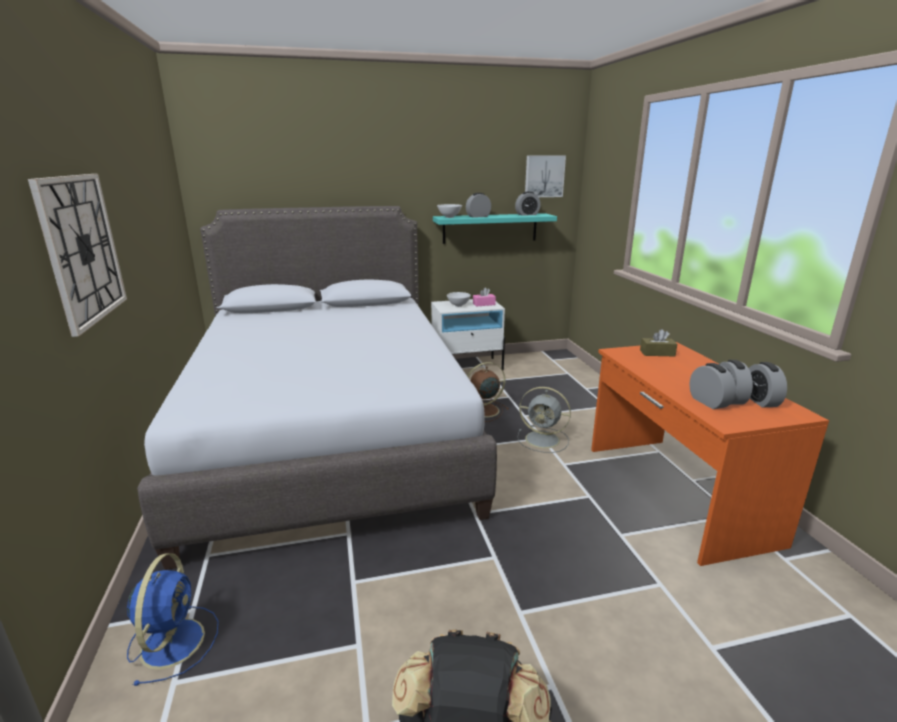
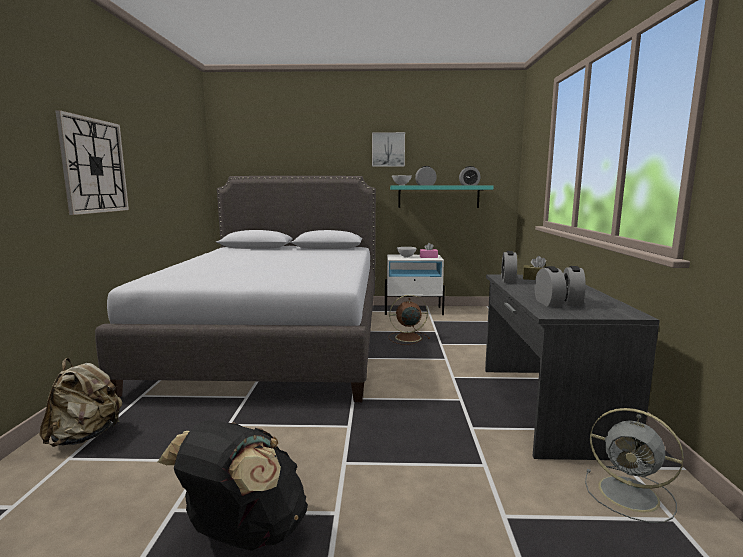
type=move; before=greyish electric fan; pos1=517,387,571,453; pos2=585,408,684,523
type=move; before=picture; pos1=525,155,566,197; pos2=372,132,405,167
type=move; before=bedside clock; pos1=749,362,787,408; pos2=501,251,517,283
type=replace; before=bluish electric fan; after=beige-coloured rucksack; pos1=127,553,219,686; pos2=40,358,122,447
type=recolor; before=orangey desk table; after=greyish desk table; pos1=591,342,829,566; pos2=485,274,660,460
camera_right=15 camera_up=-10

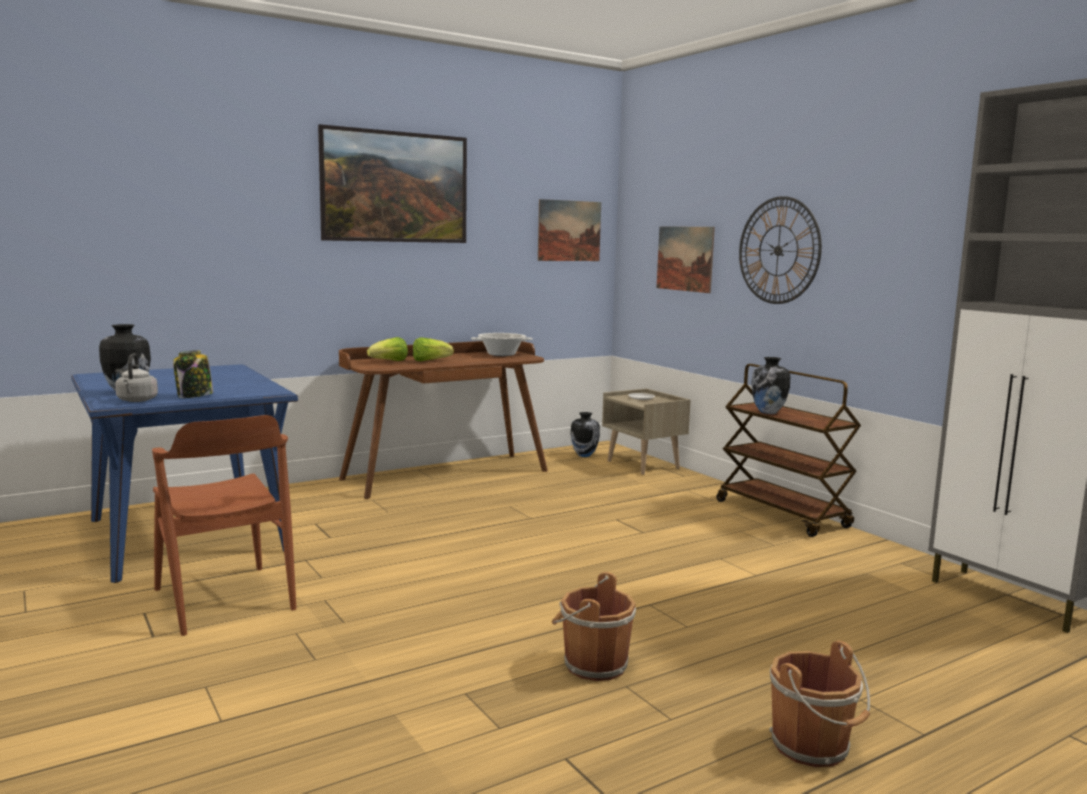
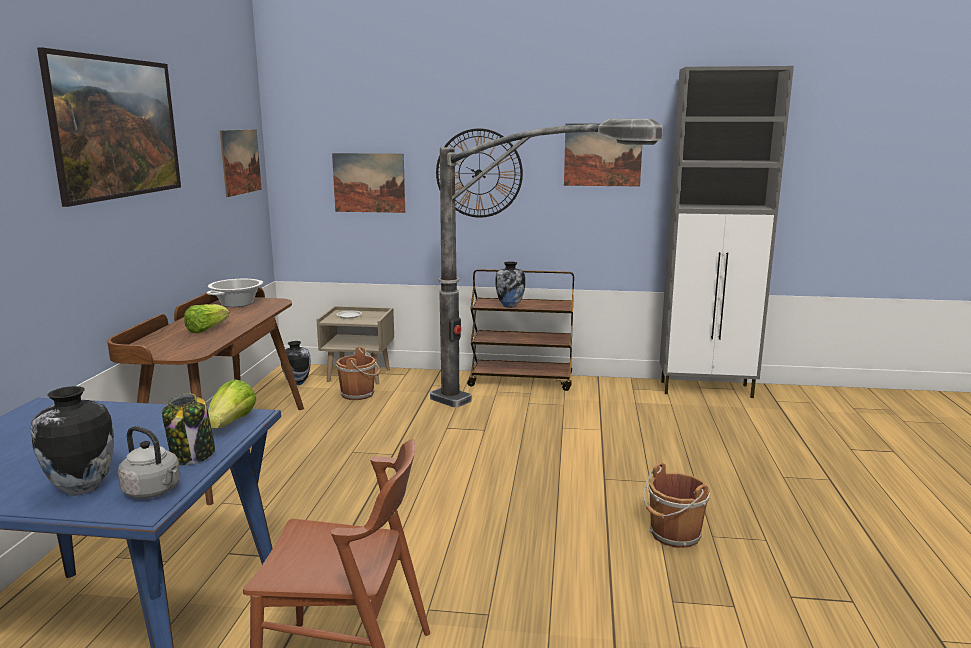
type=insert; after=standard lamp; pos2=430,119,663,407
type=insert; after=picture; pos2=564,123,642,187
type=move; before=head of lettuce; pos1=367,337,408,361; pos2=208,379,256,429
type=move; before=brownish pail; pos1=769,641,870,767; pos2=336,347,380,400
camera_right=-50 camera_up=5

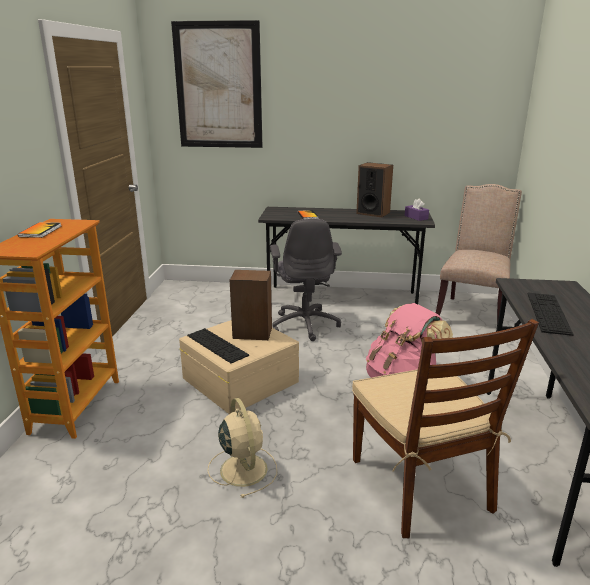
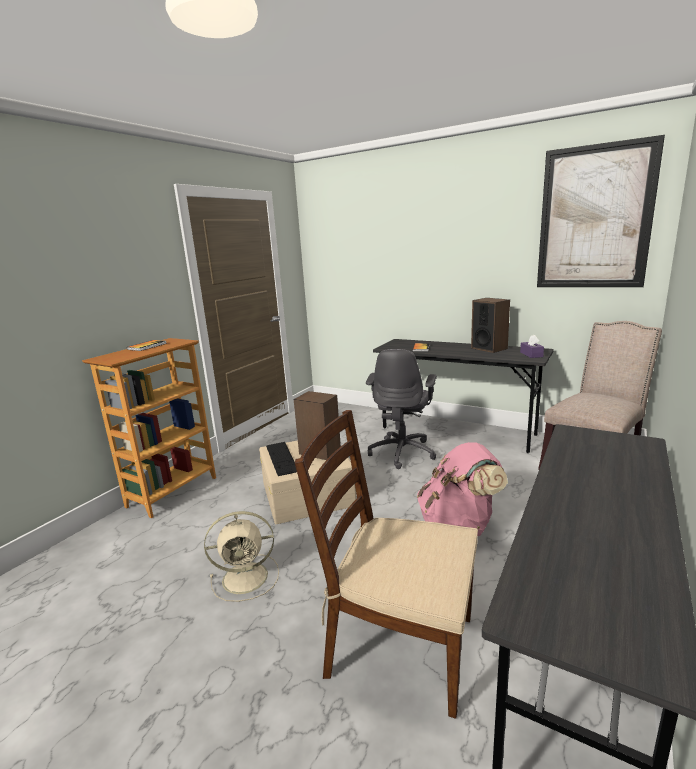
type=delete; before=computer keyboard; pos1=528,293,574,336
type=move; before=picture; pos1=171,20,263,148; pos2=537,135,665,287
type=rotate; before=beige-coloured electric fan; pos1=208,398,277,498; pos2=204,511,279,602; turn=75
type=rotate; before=brownish chair; pos1=352,319,539,538; pos2=295,410,478,719; turn=105
camera_right=25 camera_up=-5

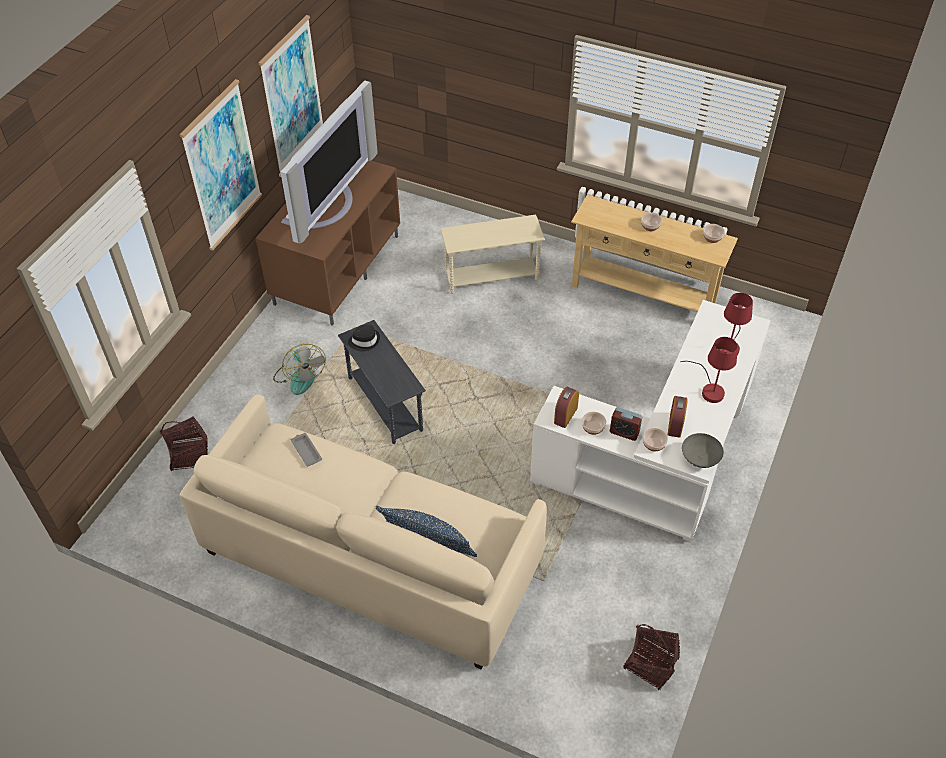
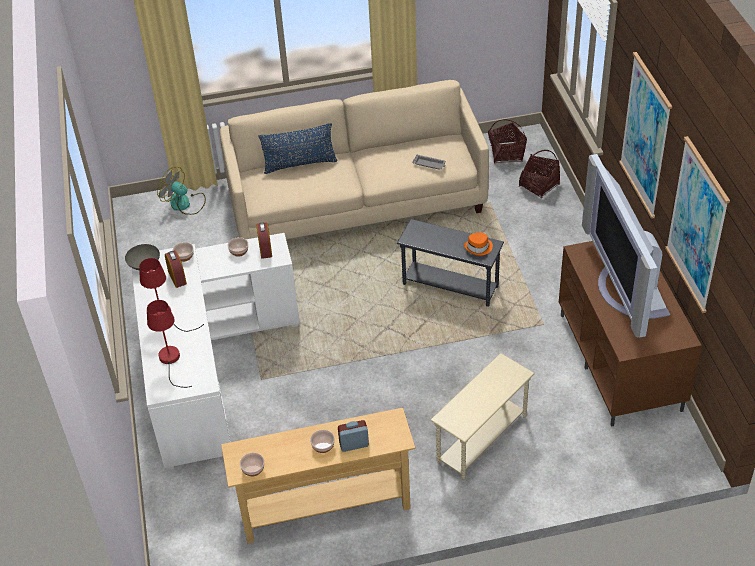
type=move; before=electric fan; pos1=273,344,326,395; pos2=157,167,206,215
type=move; before=bedside clock; pos1=610,407,642,441; pos2=338,420,369,452
type=move; before=household basket; pos1=623,624,680,690; pos2=488,120,527,164
type=recolor; before=blackish wearable hat; after=orangey wearable hat; pos1=348,324,380,351; pos2=464,233,493,256
camera_right=145 camera_up=-5

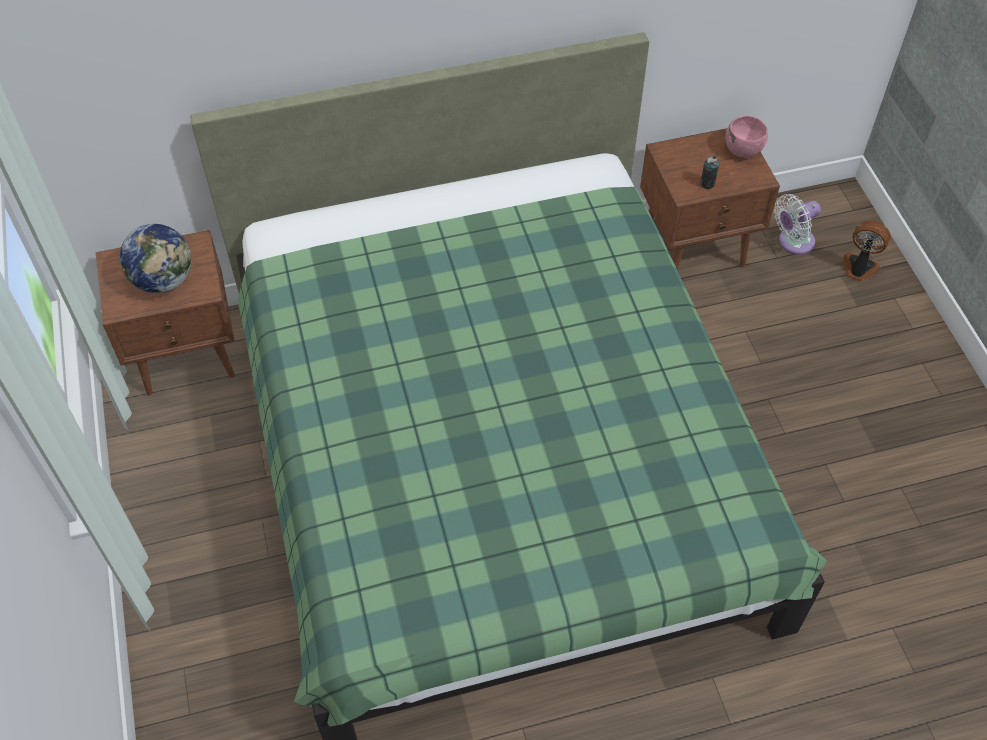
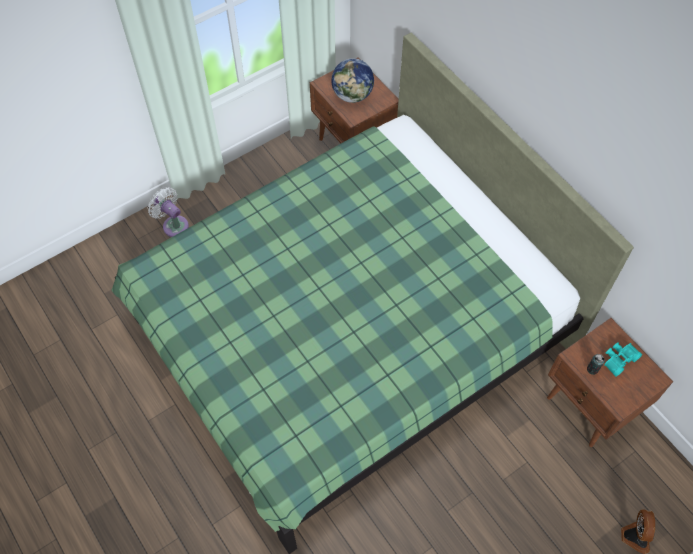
type=delete; before=pink-coloured bowl; pos1=725,116,768,158
type=insert; after=turquoise pair of binoculars; pos2=604,342,642,377
type=move; before=white electric fan; pos1=774,194,821,255; pos2=148,187,189,237
camera_right=70 camera_up=5

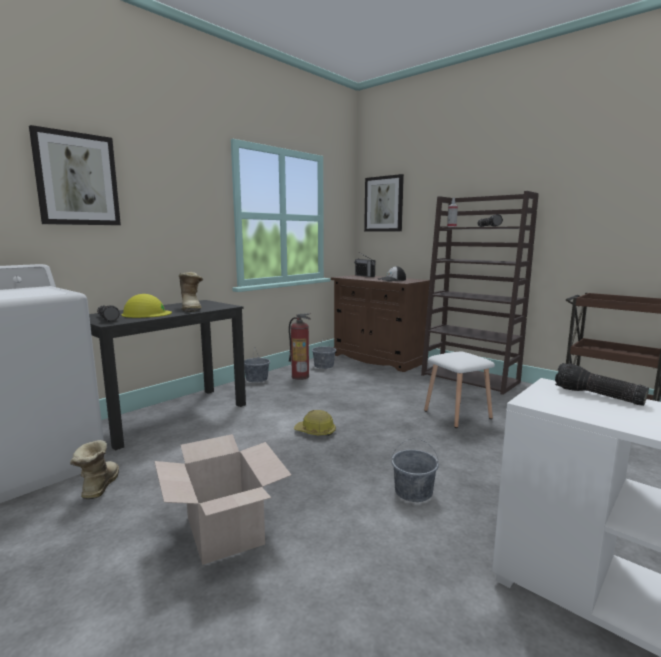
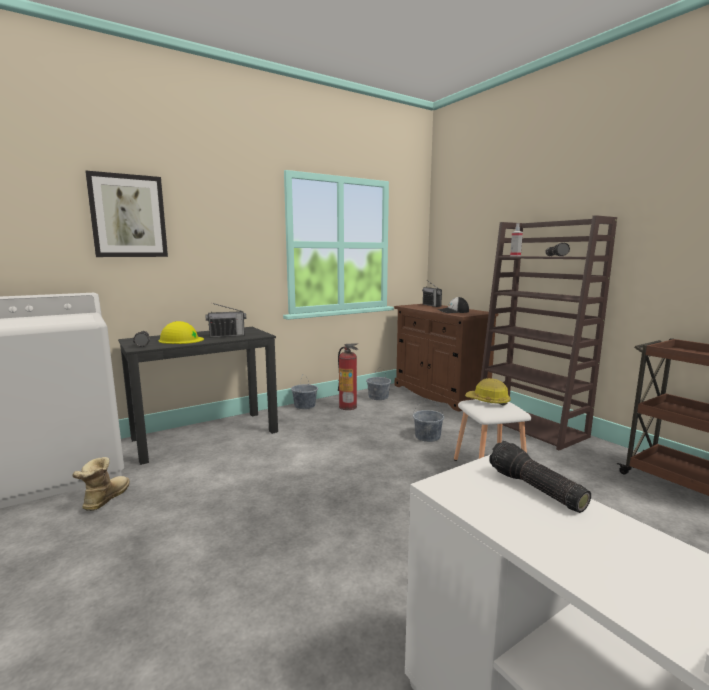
type=delete; before=carton; pos1=154,434,291,565
type=delete; before=picture; pos1=364,174,404,232
type=move; before=safety helmet; pos1=294,410,336,436; pos2=465,378,511,405
type=move; before=greyish pail; pos1=392,438,439,502; pos2=413,400,444,442
type=replace; before=boot; after=radio receiver; pos1=179,272,203,312; pos2=205,303,246,338
camera_right=15 camera_up=0

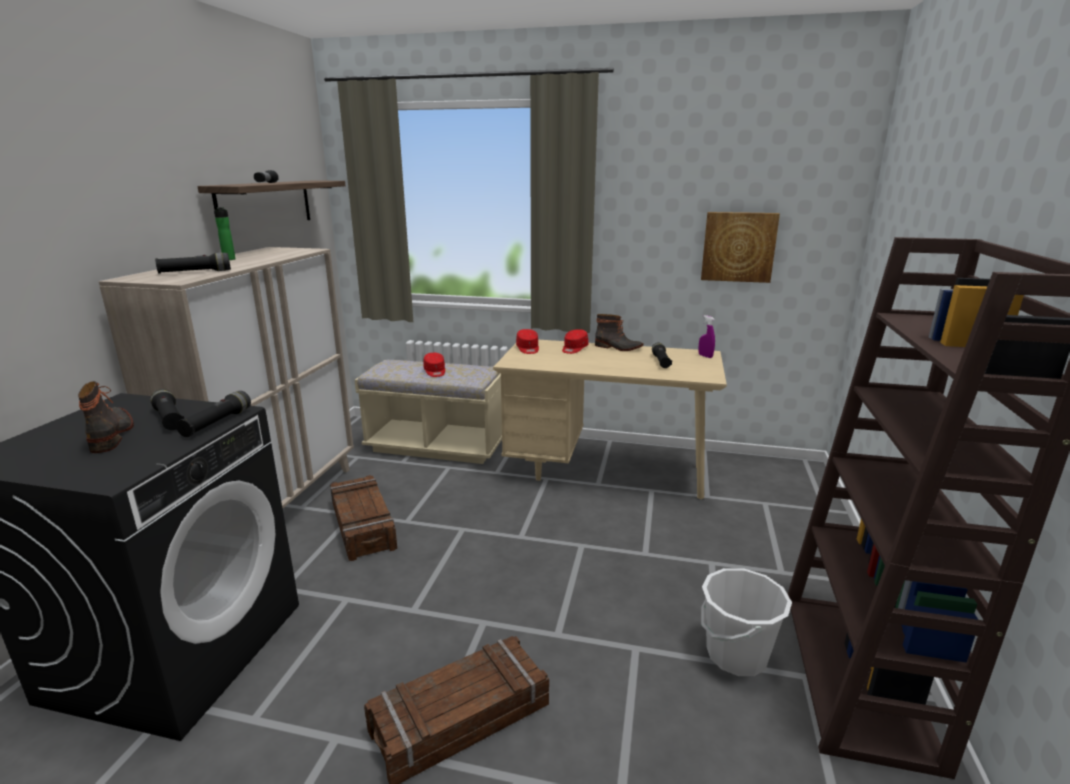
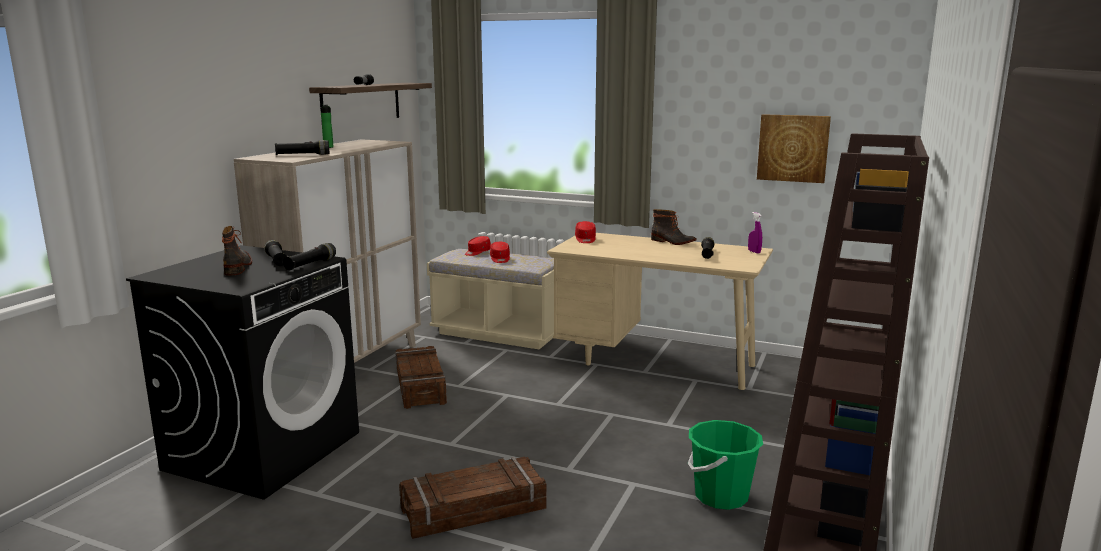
type=move; before=red-coloured baseball cap; pos1=562,329,588,354; pos2=465,236,491,256
type=recolor; before=white pail; after=green-coloured pail; pos1=701,568,792,676; pos2=688,420,763,510
camera_right=10 camera_up=-5

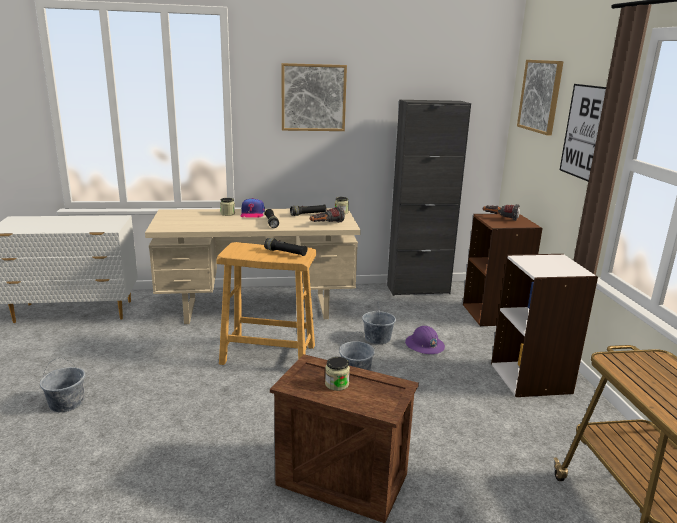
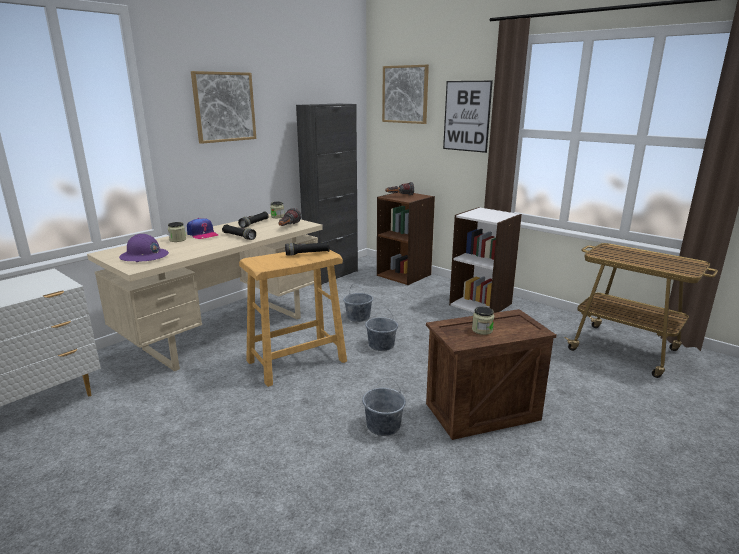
type=move; before=greyish pail; pos1=40,357,85,412; pos2=362,378,406,436
type=move; before=purple safety helmet; pos1=405,326,445,354; pos2=119,234,169,262
camera_right=-40 camera_up=0

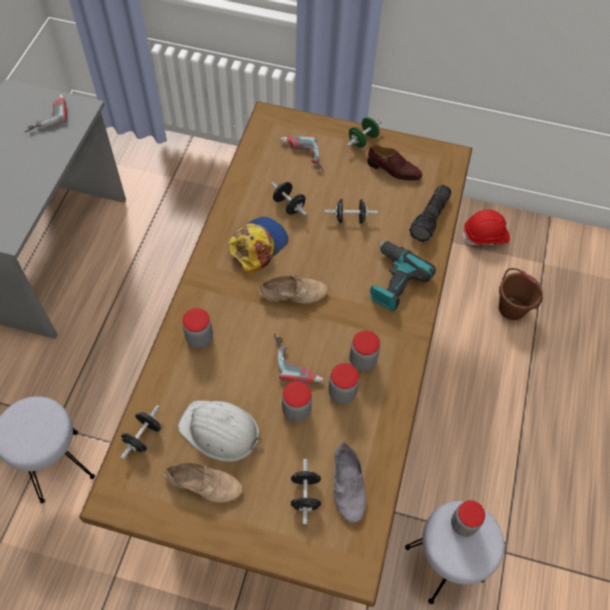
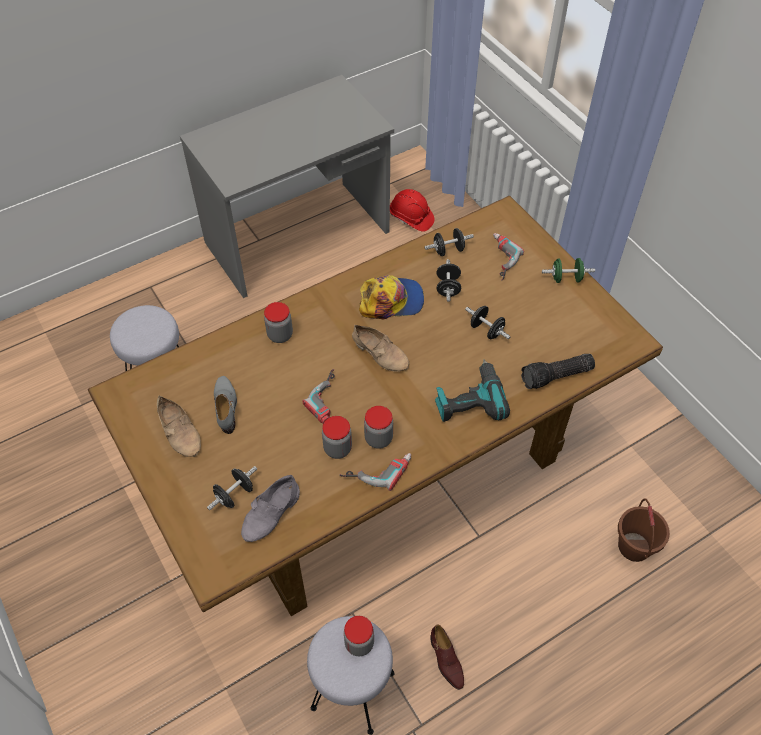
type=delete; before=jar; pos1=282,381,312,422
type=move; before=electric drill; pos1=24,94,67,132; pos2=339,453,411,491
type=move; before=blackish hand weight; pos1=121,405,161,460; pos2=424,228,474,256
type=move; before=brownish shoe; pos1=367,145,422,181; pos2=430,625,464,690
type=move; before=red-coloured safety helmet; pos1=462,209,510,245; pos2=390,189,435,232
type=replace; before=white safety helmet; after=greyish shoe; pos1=178,400,263,462; pos2=214,376,237,434
camera_right=45 camera_up=-5

